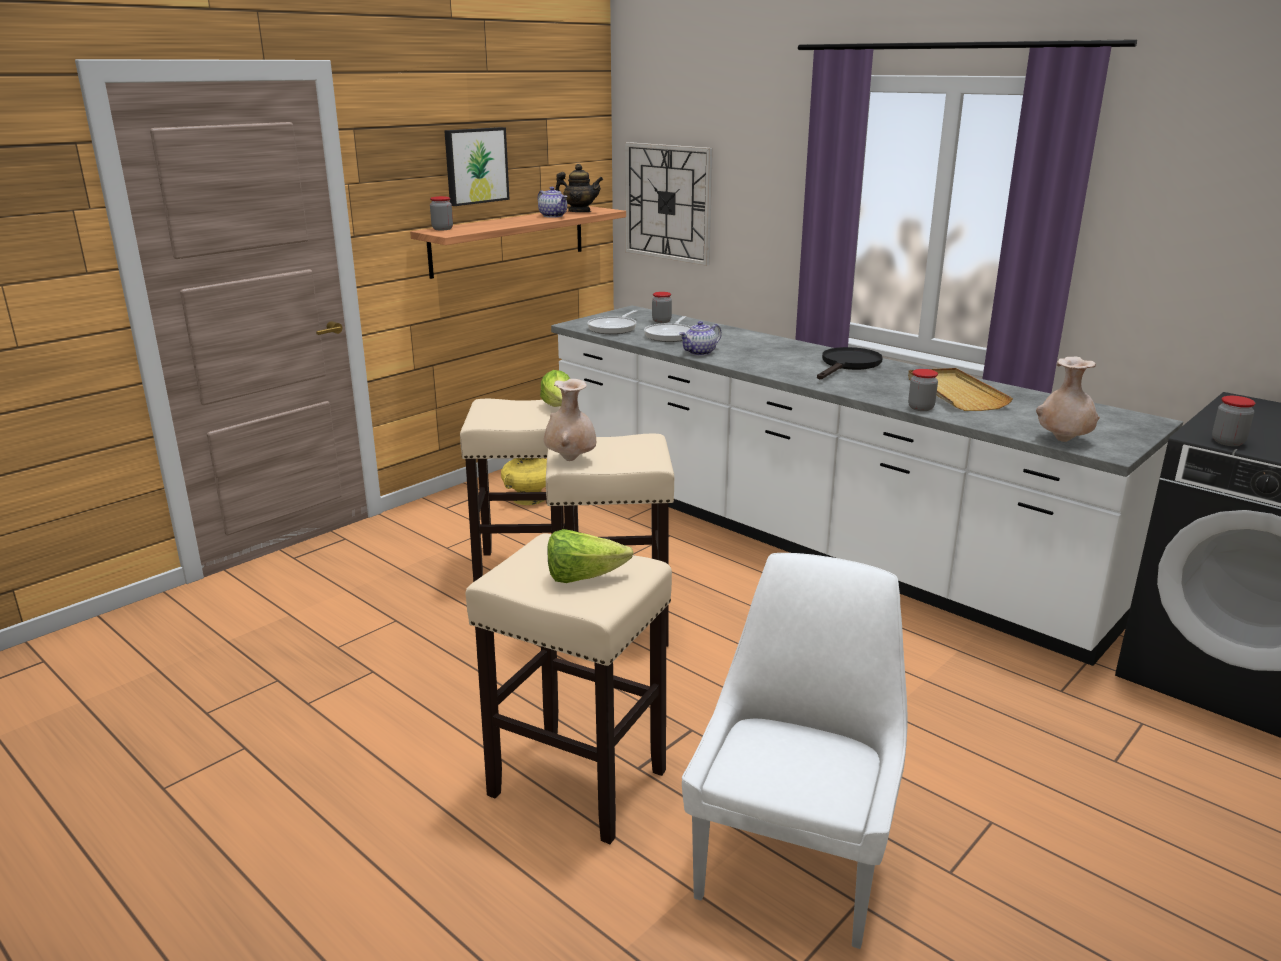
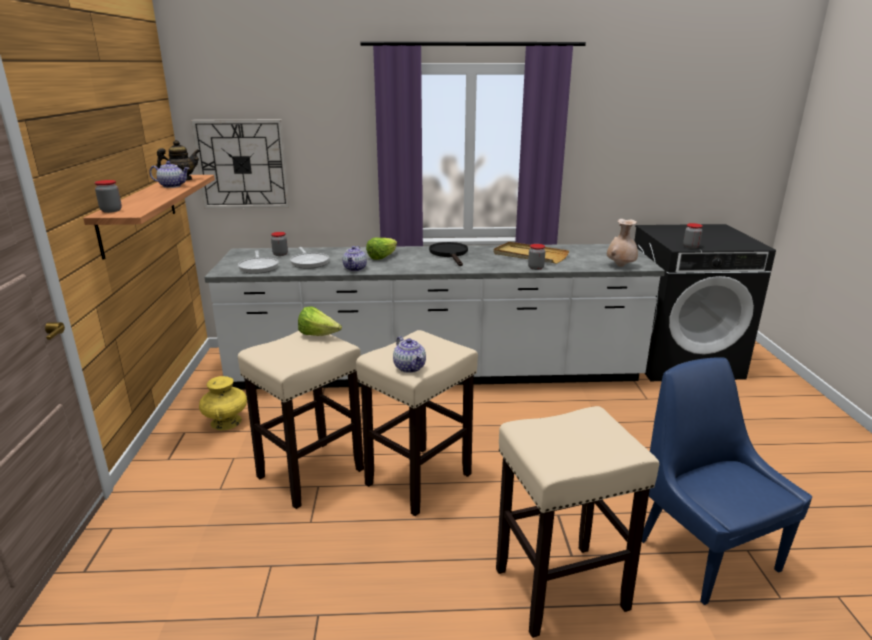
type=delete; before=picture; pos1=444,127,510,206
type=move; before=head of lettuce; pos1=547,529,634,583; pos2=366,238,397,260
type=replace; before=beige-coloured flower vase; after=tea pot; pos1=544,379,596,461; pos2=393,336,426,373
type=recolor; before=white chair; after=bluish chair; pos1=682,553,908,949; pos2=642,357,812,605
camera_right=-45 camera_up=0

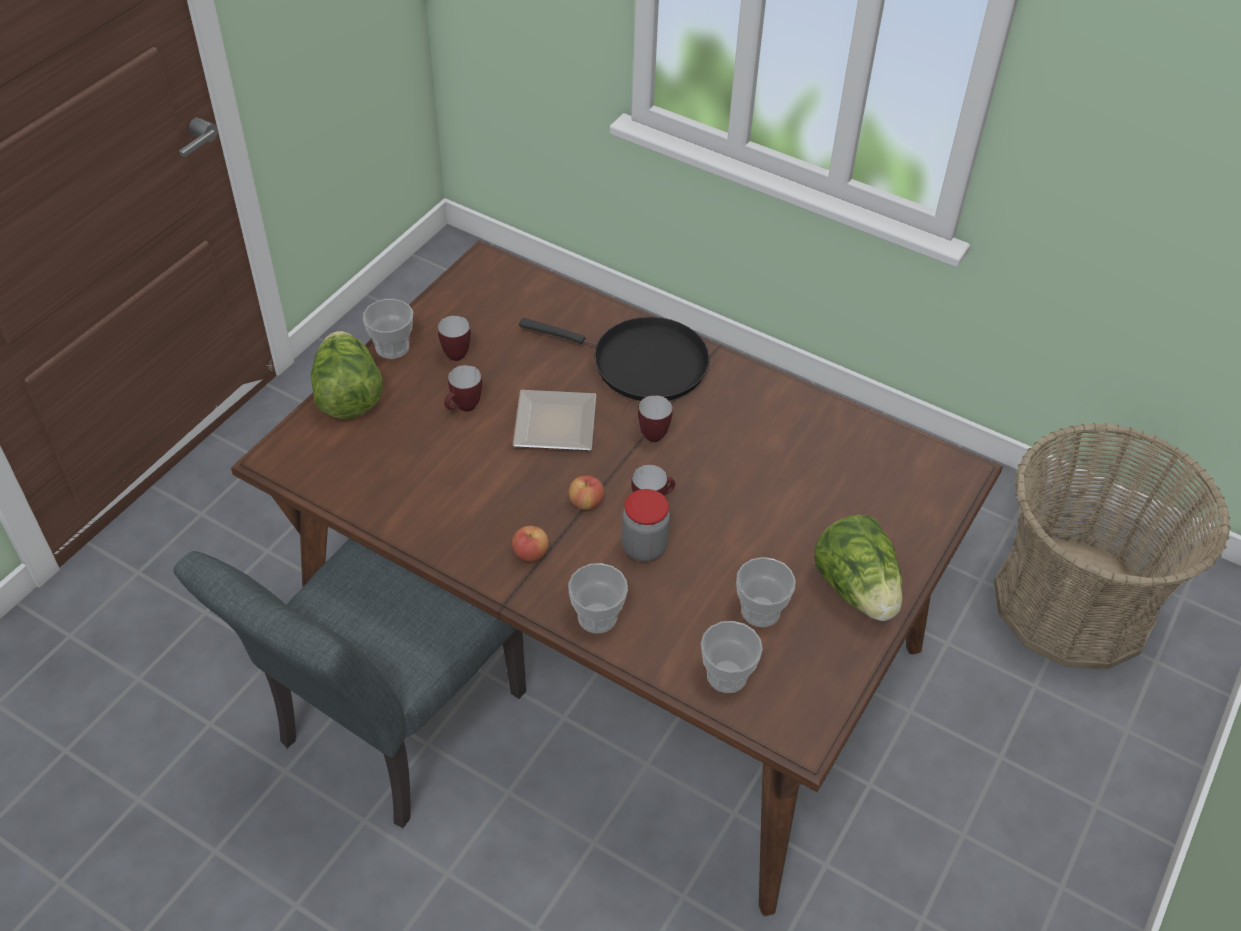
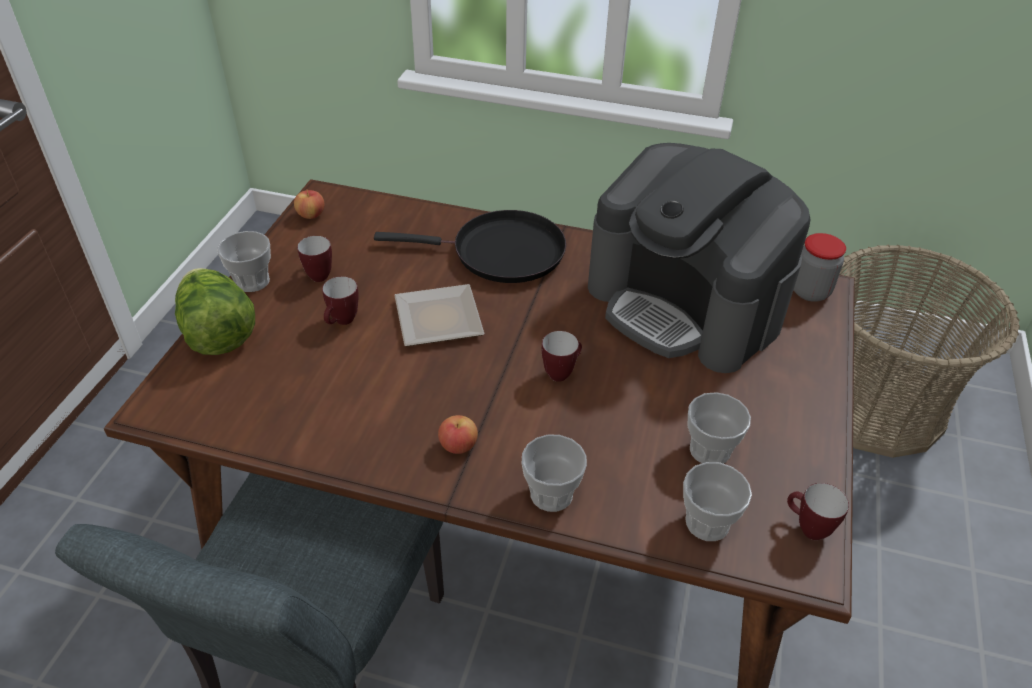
type=delete; before=head of lettuce; pos1=814,515,902,621
type=insert; after=coffee maker; pos2=588,143,810,373
type=move; before=whole apple; pos1=569,475,604,510; pos2=294,190,325,219
type=move; before=jar; pos1=622,489,670,562; pos2=794,233,846,302
type=move; before=mug; pos1=638,395,673,442; pos2=787,483,849,540
camera_right=-15 camera_up=-5

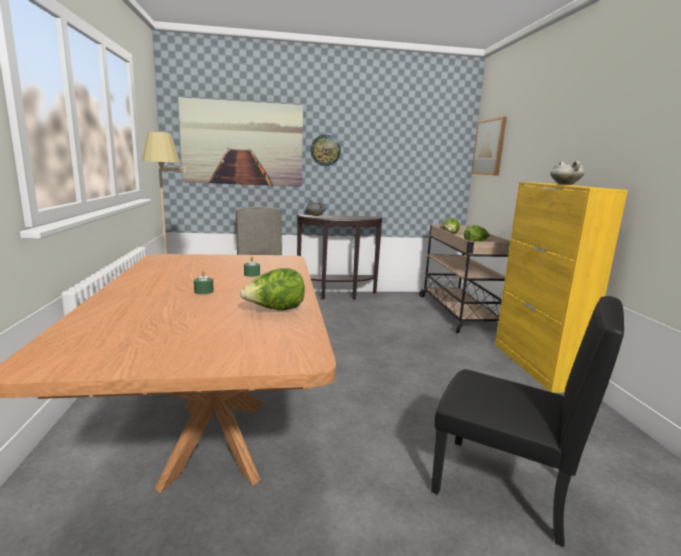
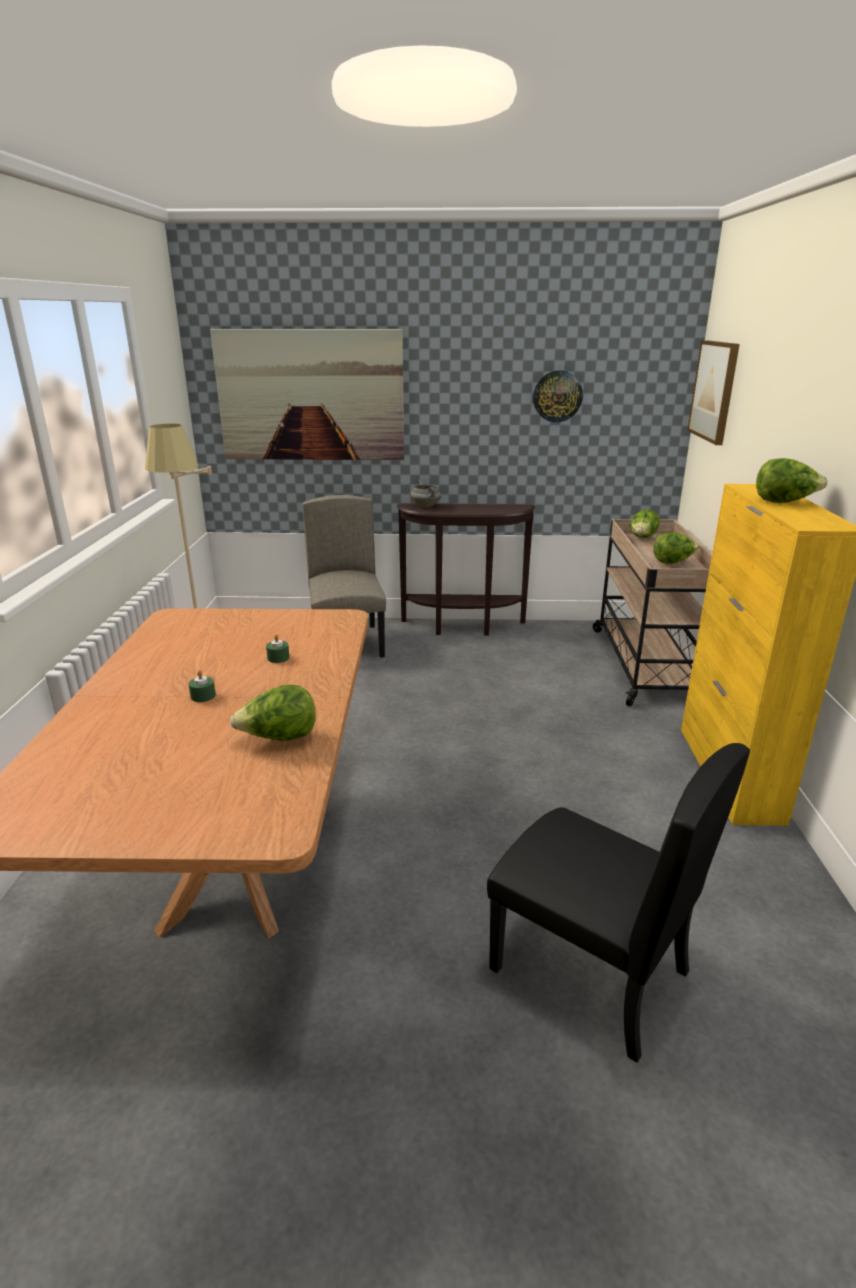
type=move; before=hanging clock; pos1=310,135,341,166; pos2=533,371,583,422
type=replace; before=white stockpot; after=head of lettuce; pos1=550,161,585,185; pos2=756,458,828,503
camera_right=10 camera_up=10

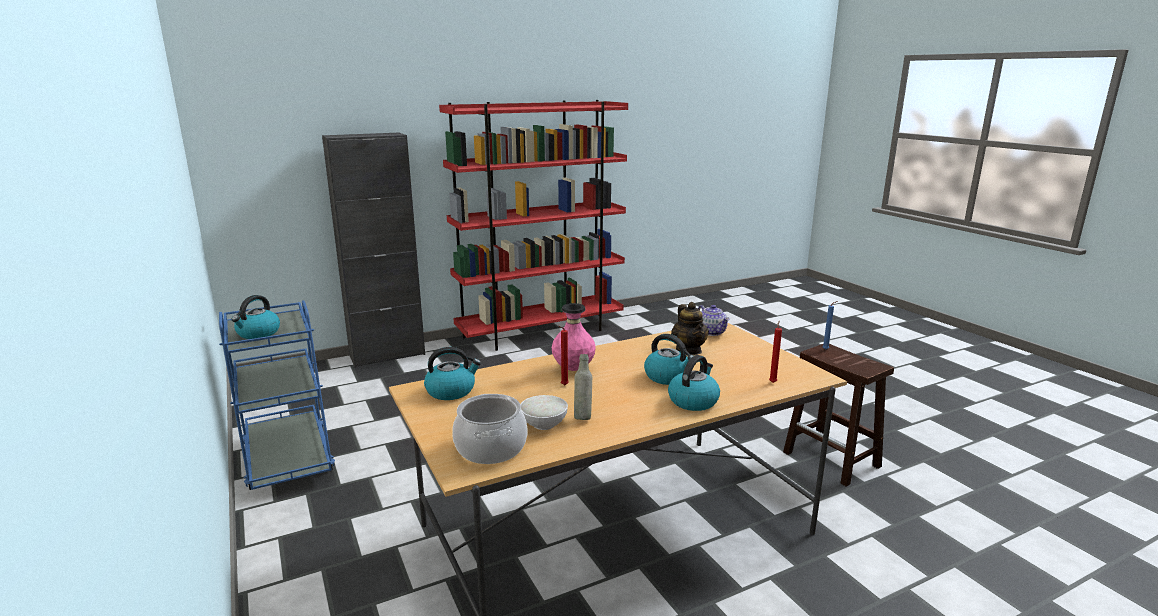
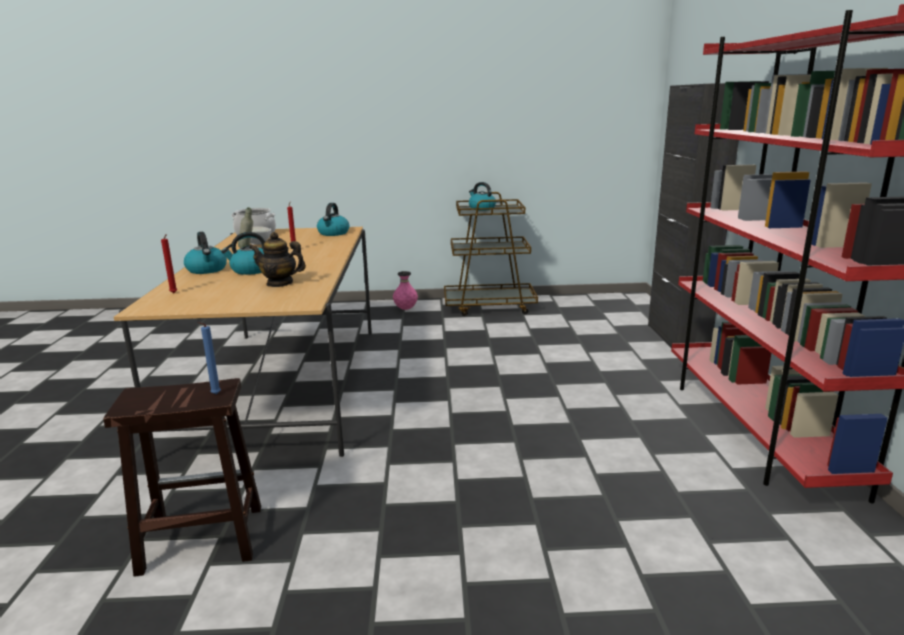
type=delete; before=tea pot; pos1=698,305,729,336
type=move; before=pink-coloured flower vase; pos1=552,303,596,371; pos2=393,271,418,310
type=recolor; before=bluish wheeled cart; after=brownish wheeled cart; pos1=219,300,335,490; pos2=444,192,538,316
camera_right=115 camera_up=0

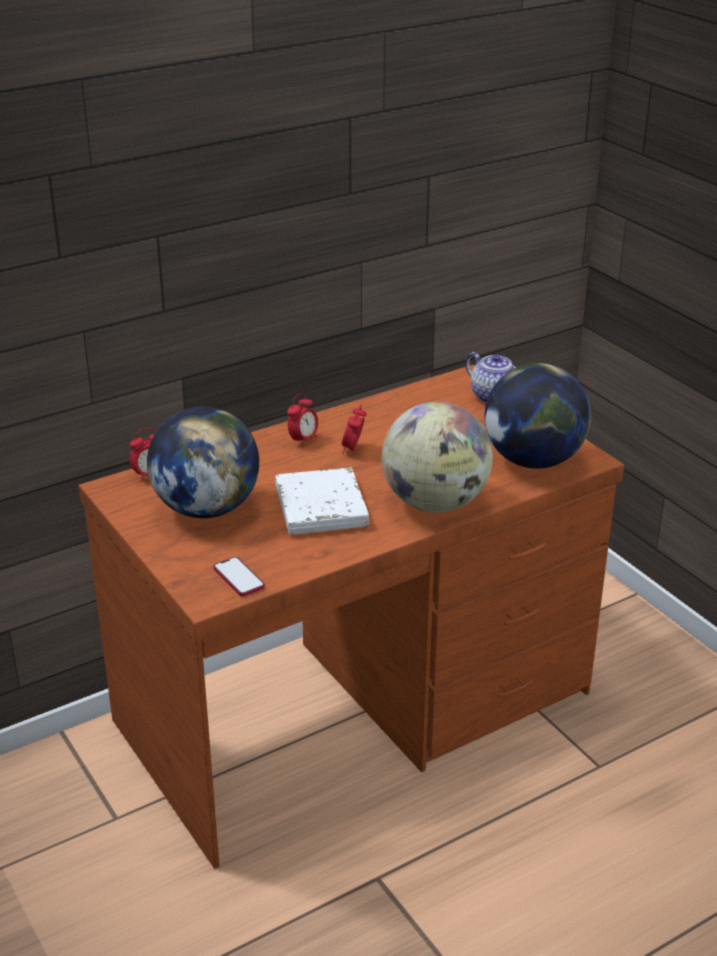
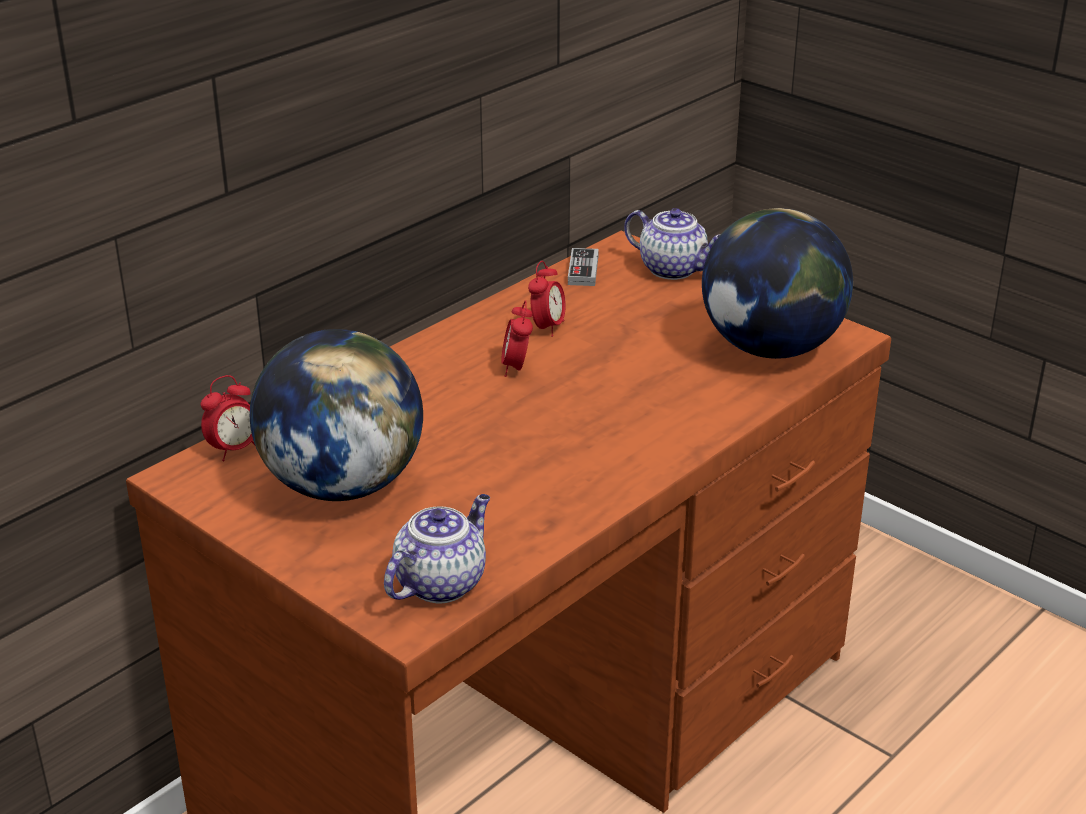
type=delete; before=white bound book; pos1=275,467,369,535
type=delete; before=globe; pos1=382,402,493,513
type=insert; after=gamepad; pos2=568,248,599,286
type=move; before=bedside clock; pos1=287,393,318,447; pos2=528,261,566,337
type=replace; before=telephone; after=tea pot; pos1=214,557,265,596; pos2=384,494,490,603
camera_right=-15 camera_up=0

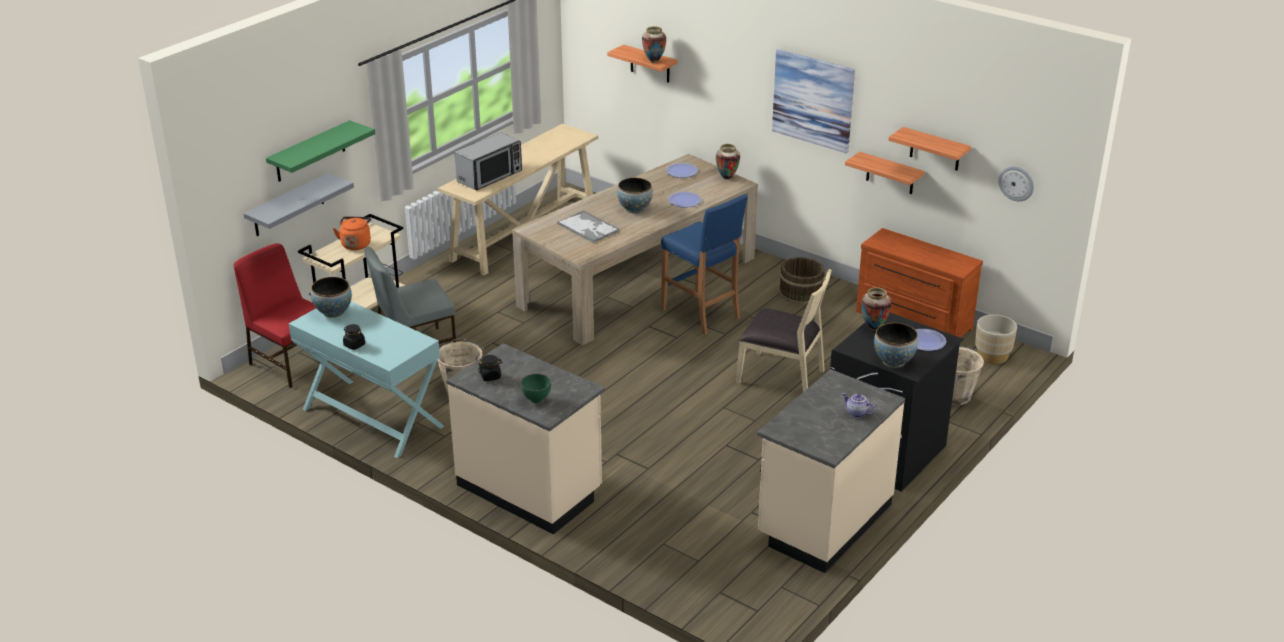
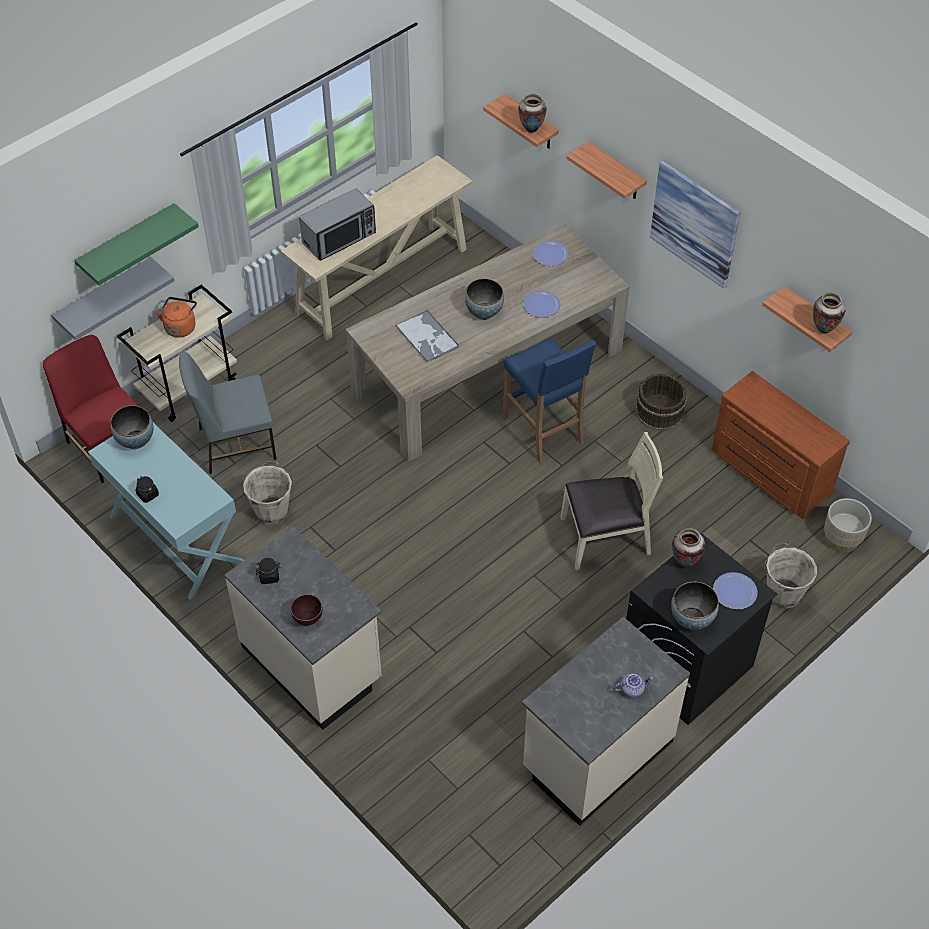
type=delete; before=hanging clock; pos1=998,166,1034,201
type=move; before=flower vase; pos1=716,144,740,180; pos2=813,293,845,333
type=move; before=wall shelf; pos1=845,152,925,194; pos2=566,141,647,199
type=recolor; before=green-coloured bowl; after=brownish bowl; pos1=520,374,551,403; pos2=291,594,322,626
type=rotate; before=beige-coloured chair; pos1=736,269,832,392; pos2=560,432,663,570; turn=-45
type=rotate; before=tea pot; pos1=842,393,875,418; pos2=614,674,653,698; turn=120
camera_right=10 camera_up=20

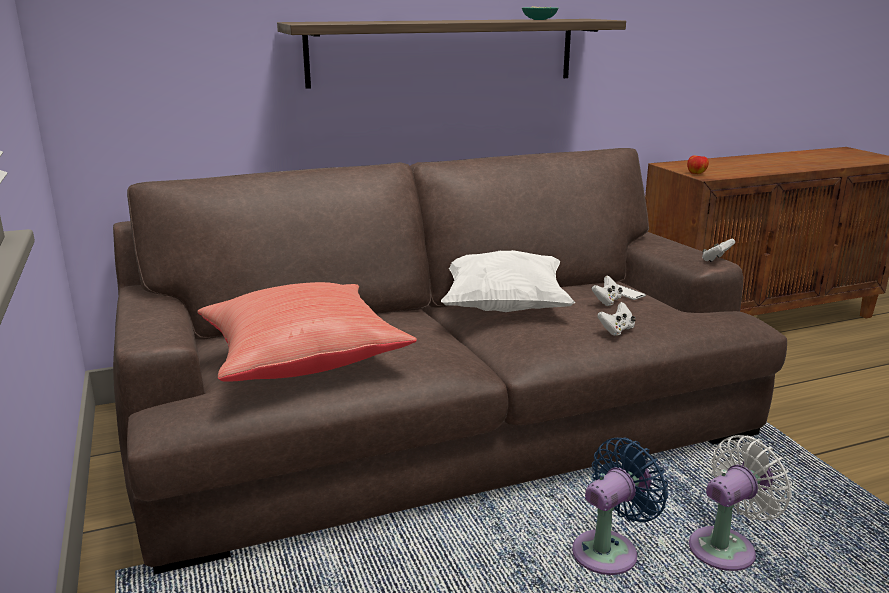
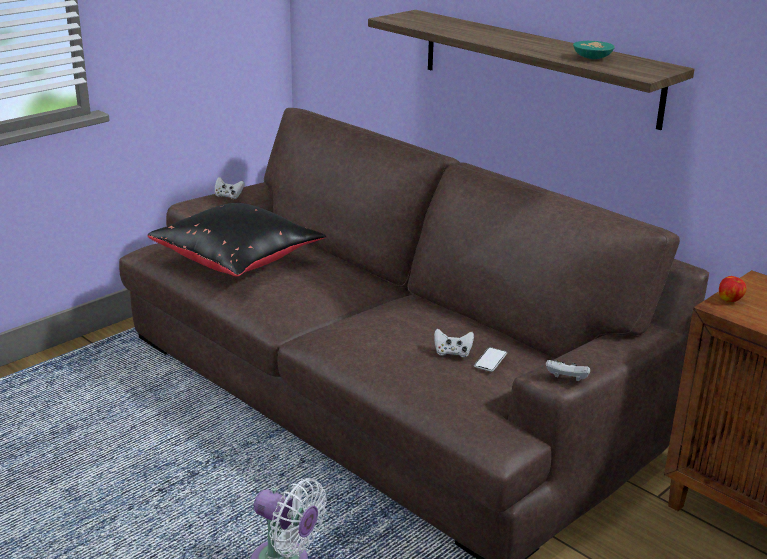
type=delete; before=white cushion; pos1=441,250,575,312
type=delete; before=bluish electric fan; pos1=572,437,668,575
type=move; before=white gamepad; pos1=597,302,636,336; pos2=215,177,245,199
type=recolor; before=red-coloured cushion; after=blackish cushion; pos1=197,282,417,382; pos2=148,202,326,277
camera_right=65 camera_up=5

